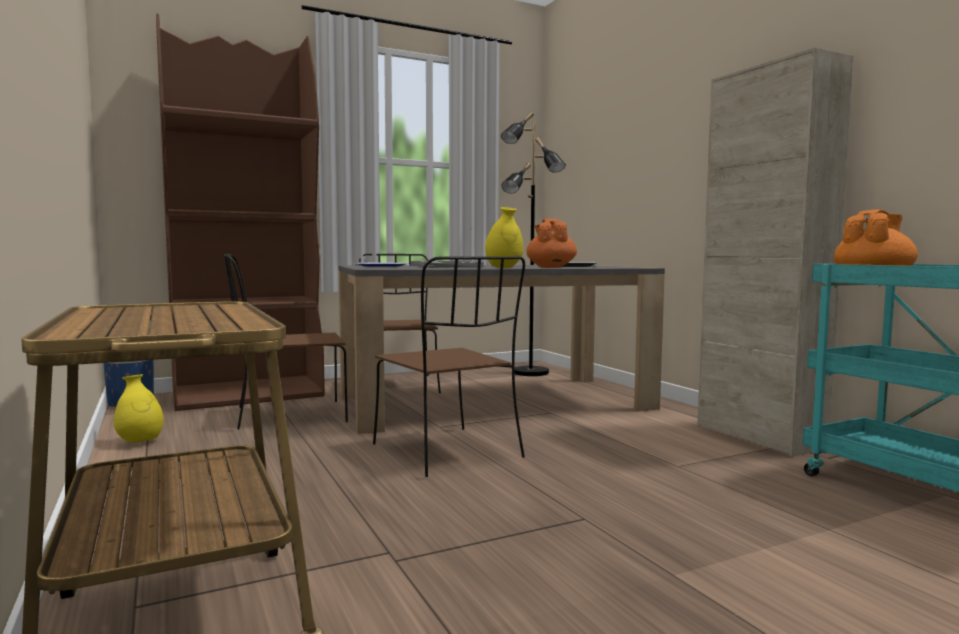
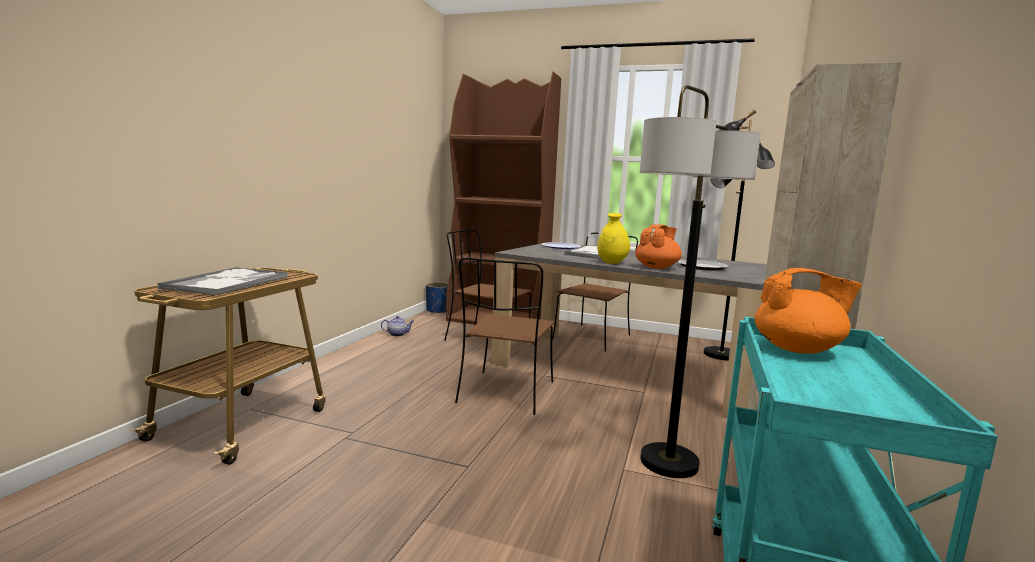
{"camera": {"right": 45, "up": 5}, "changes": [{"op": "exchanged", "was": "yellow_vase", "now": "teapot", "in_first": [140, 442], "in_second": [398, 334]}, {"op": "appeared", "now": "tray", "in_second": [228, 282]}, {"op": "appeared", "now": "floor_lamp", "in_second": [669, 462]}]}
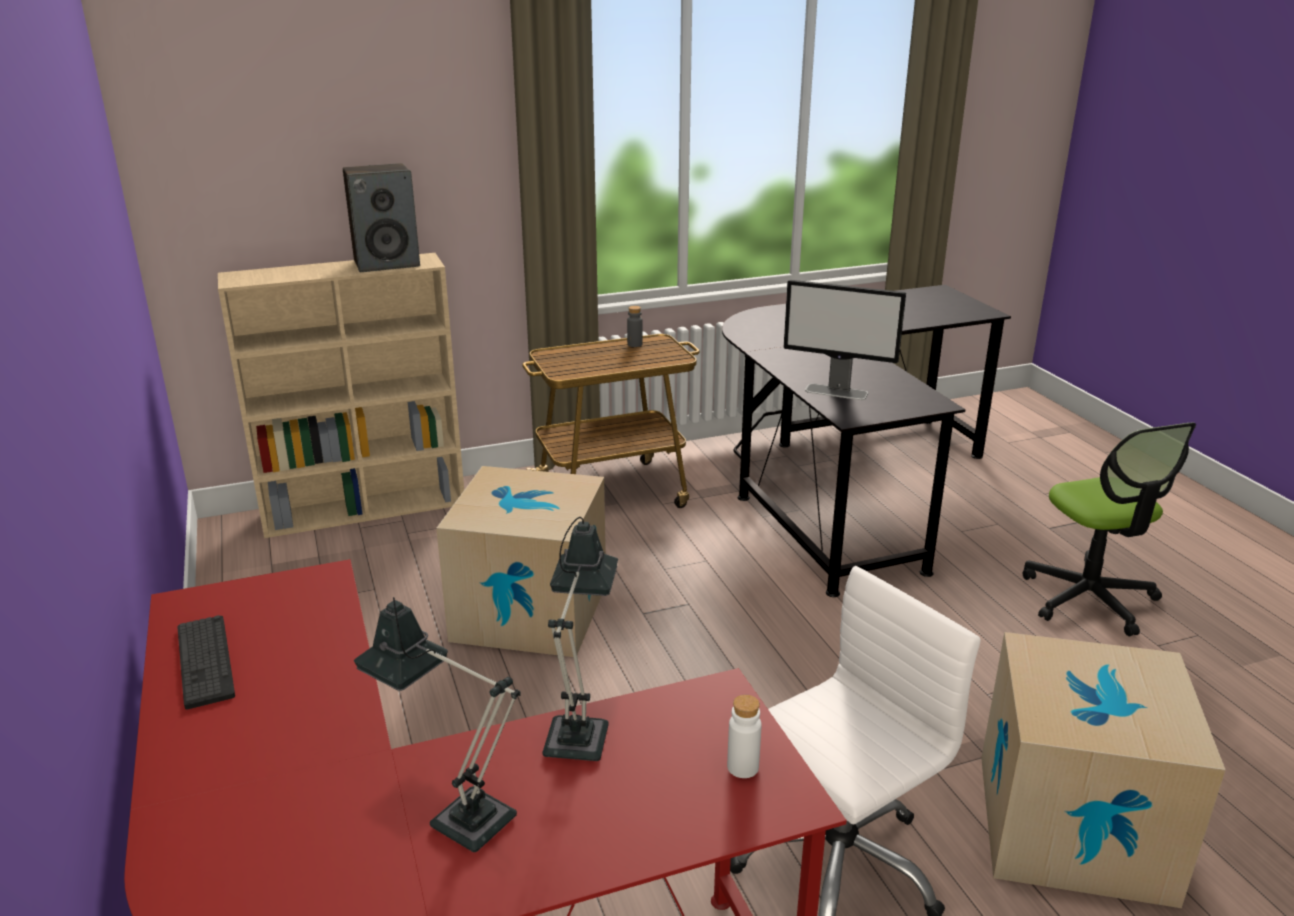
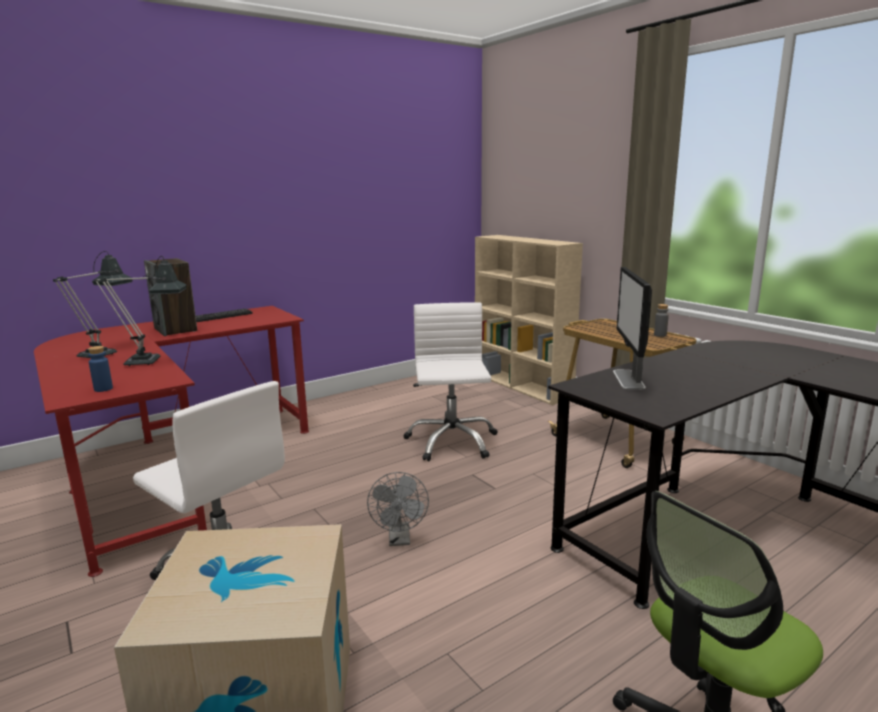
{"camera": {"right": 75, "up": -10}, "changes": [{"op": "relocated", "was": "speaker", "in_first": [387, 263], "in_second": [176, 329]}, {"op": "exchanged", "was": "cardboard_box", "now": "white_office_chair", "in_first": [530, 612], "in_second": [451, 442]}, {"op": "colour", "was": "white_bottle", "now": "blue_bottle", "in_first": [742, 767], "in_second": [103, 389]}, {"op": "appeared", "now": "grey_fan", "in_second": [400, 539]}]}
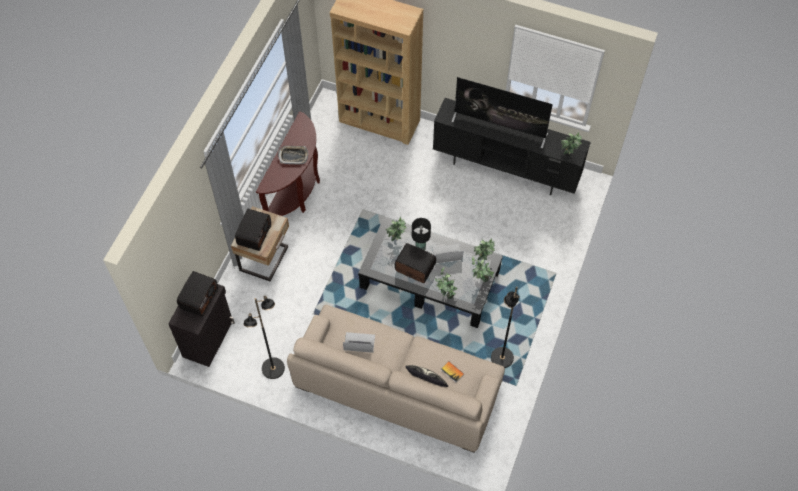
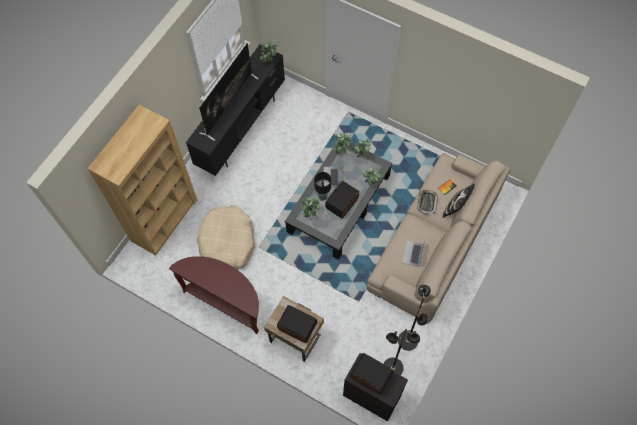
{"camera": {"right": -80, "up": 5}, "changes": [{"op": "relocated", "was": "tray", "in_first": [293, 156], "in_second": [426, 203]}, {"op": "relocated", "was": "black_floor_lamp", "in_first": [501, 357], "in_second": [392, 368]}, {"op": "appeared", "now": "beige_dog_bed", "in_second": [227, 242]}]}
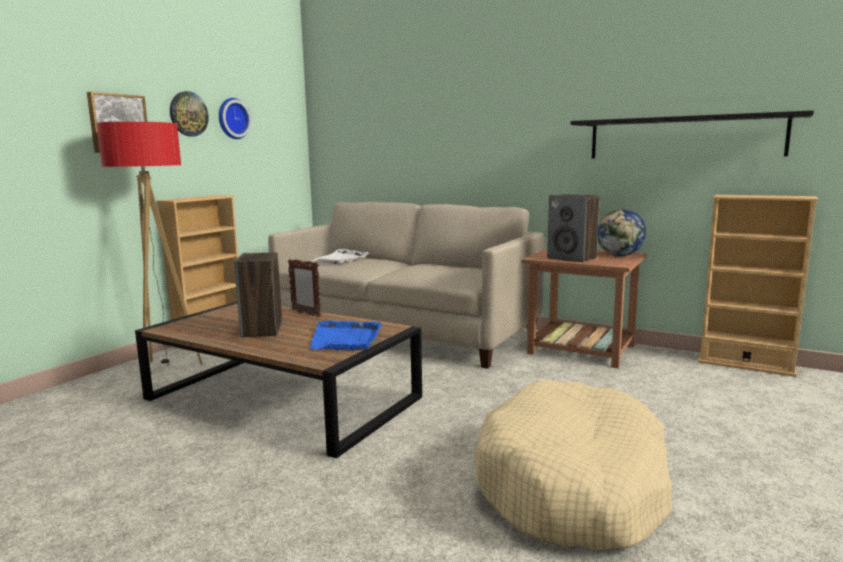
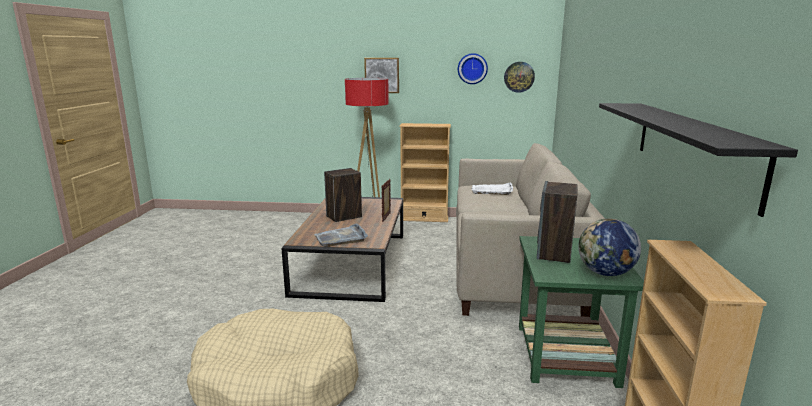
{"camera": {"right": 65, "up": 5}, "changes": [{"op": "relocated", "was": "wall_clock", "in_first": [188, 114], "in_second": [519, 77]}, {"op": "colour", "was": "blue_tray", "now": "grey_tray", "in_first": [345, 339], "in_second": [341, 238]}, {"op": "colour", "was": "brown_side_table", "now": "green_side_table", "in_first": [582, 349], "in_second": [566, 355]}]}
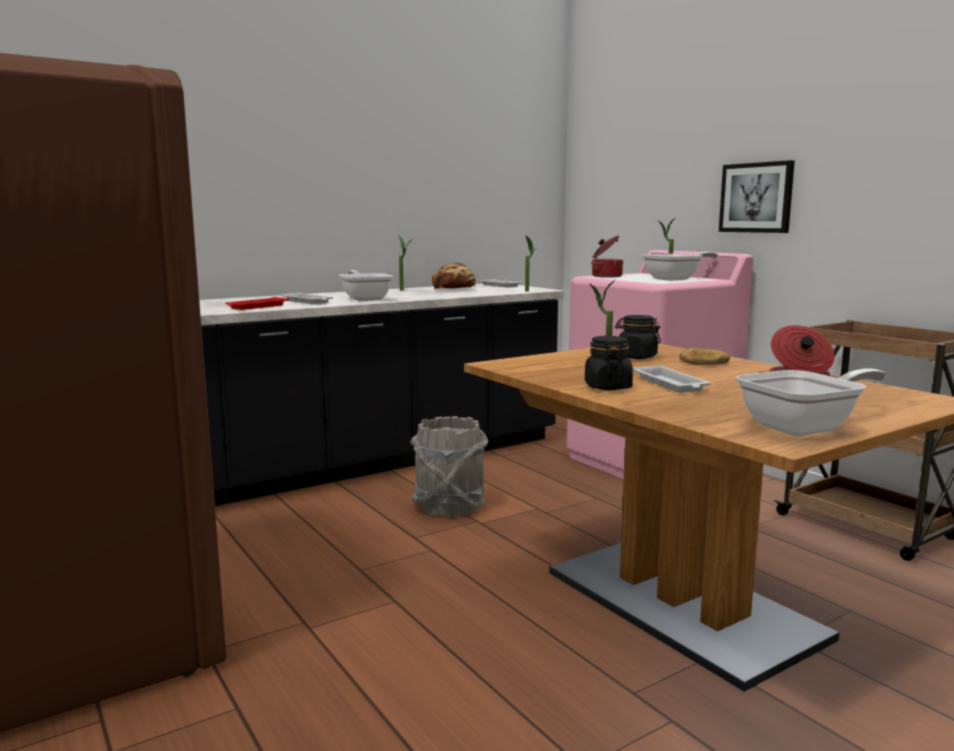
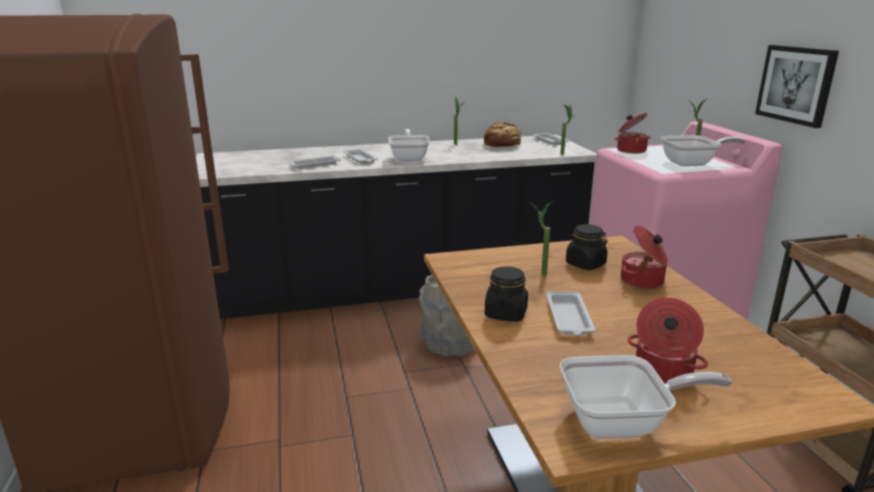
{"camera": {"right": 20, "up": 10}, "changes": [{"op": "colour", "was": "red_tray", "now": "white_tray", "in_first": [256, 307], "in_second": [314, 165]}, {"op": "exchanged", "was": "bread", "now": "cooking_pot", "in_first": [704, 361], "in_second": [643, 281]}]}
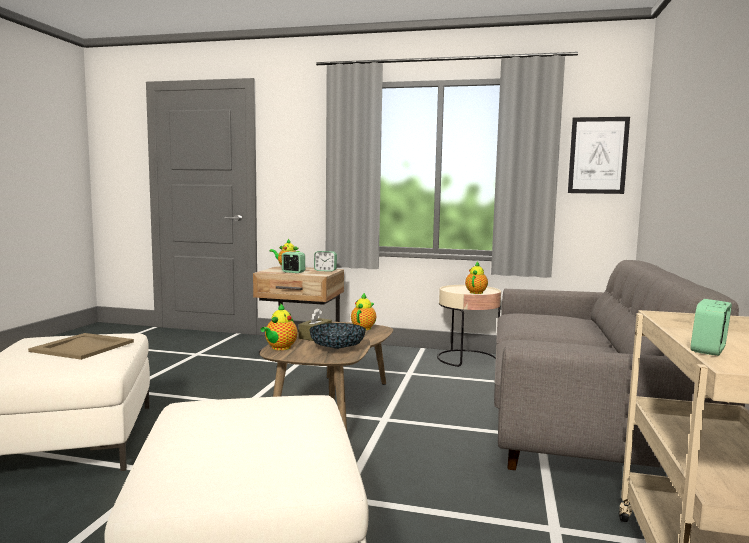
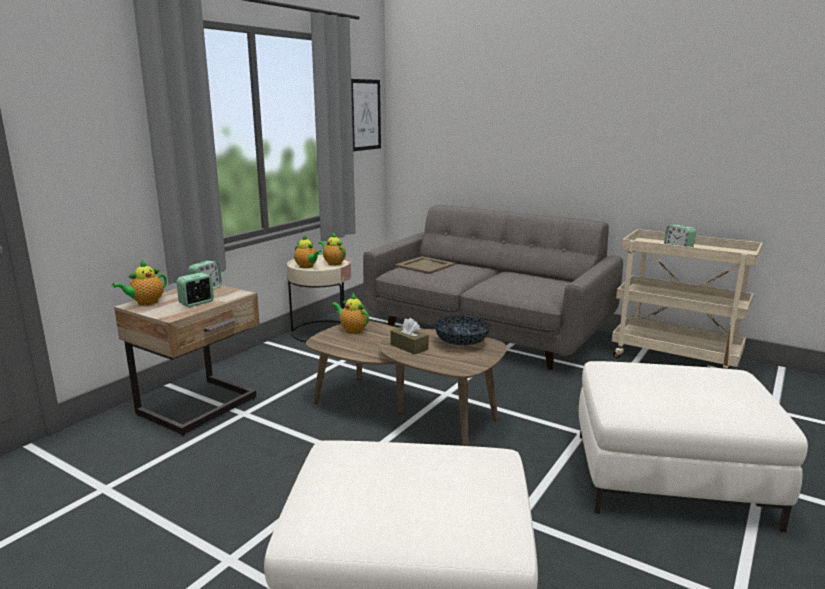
{"camera": {"right": -70, "up": 10}, "changes": [{"op": "relocated", "was": "beige_tray", "in_first": [84, 346], "in_second": [425, 265]}, {"op": "relocated", "was": "teapot", "in_first": [279, 348], "in_second": [307, 266]}]}
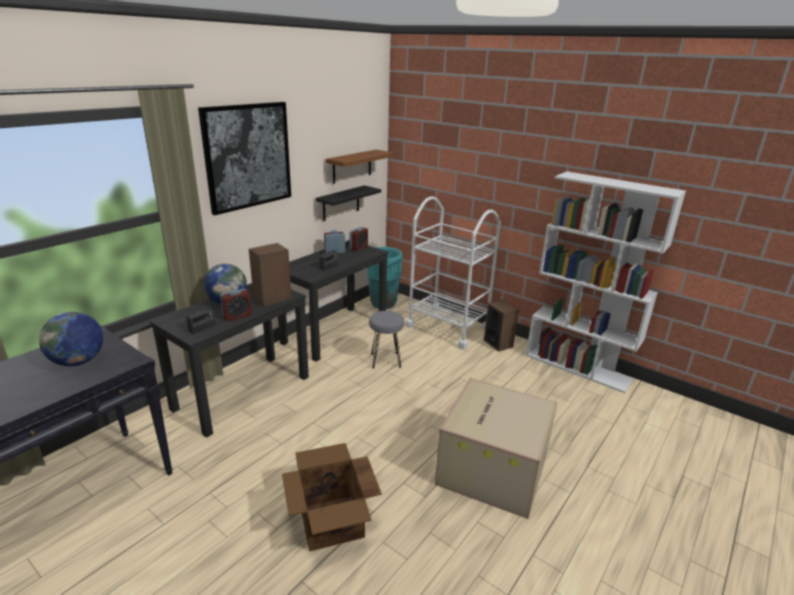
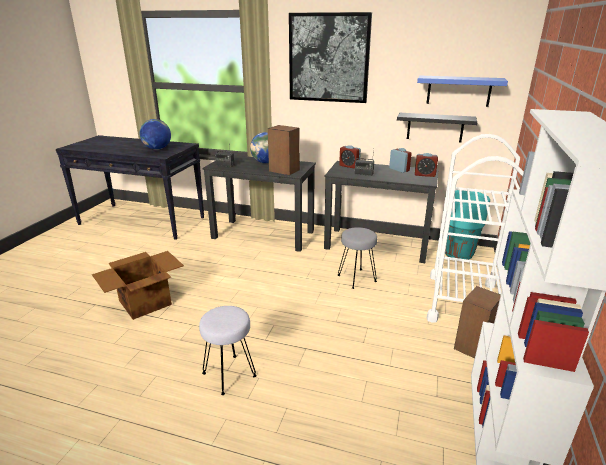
{"camera": {"right": 70, "up": 0}, "changes": [{"op": "relocated", "was": "alarm_clock", "in_first": [237, 316], "in_second": [349, 166]}, {"op": "colour", "was": "brown_shelf", "now": "blue_shelf", "in_first": [352, 166], "in_second": [458, 91]}, {"op": "exchanged", "was": "cardboard_box", "now": "grey_stool", "in_first": [491, 467], "in_second": [230, 374]}]}
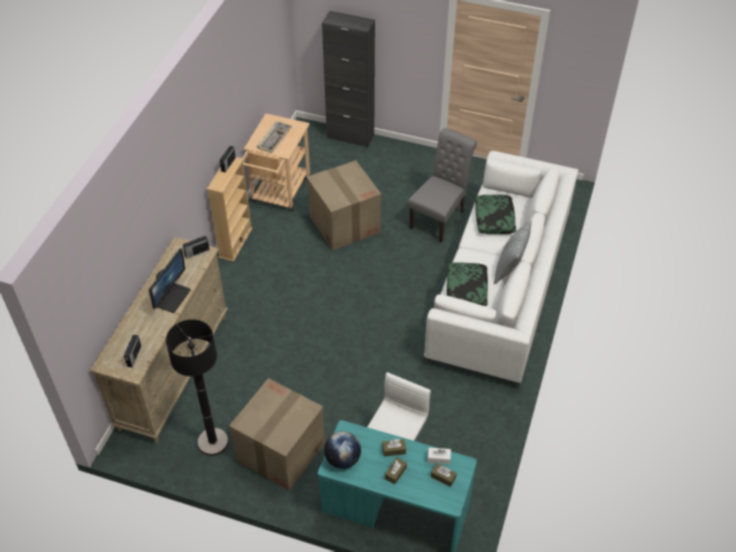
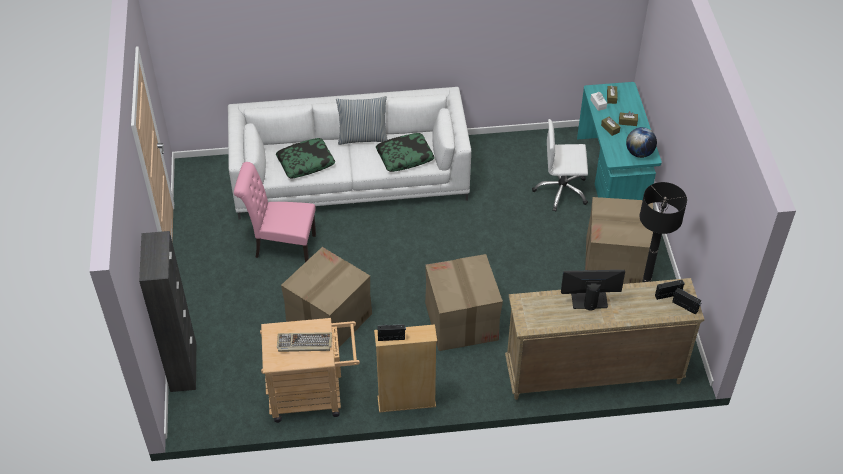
{"camera": {"right": -115, "up": 0}, "changes": [{"op": "relocated", "was": "radio", "in_first": [196, 252], "in_second": [685, 306]}, {"op": "colour", "was": "grey_chair", "now": "pink_chair", "in_first": [439, 217], "in_second": [281, 246]}, {"op": "appeared", "now": "cardboard_box", "in_second": [461, 321]}]}
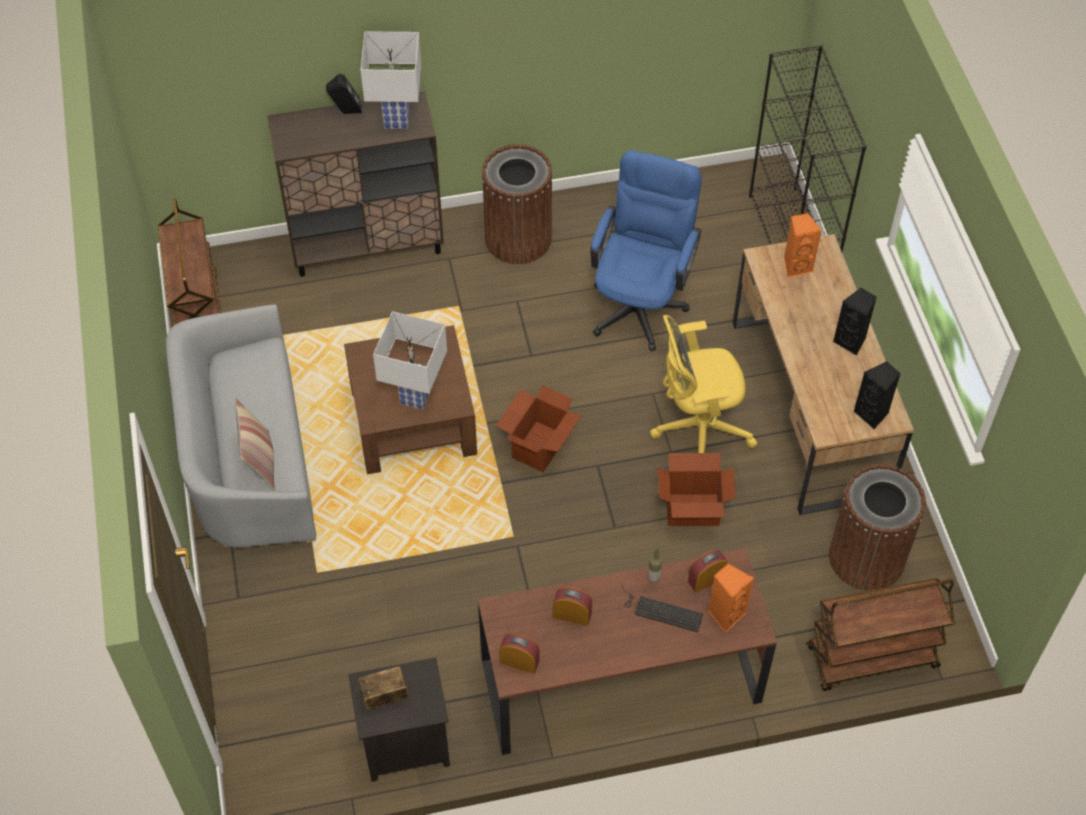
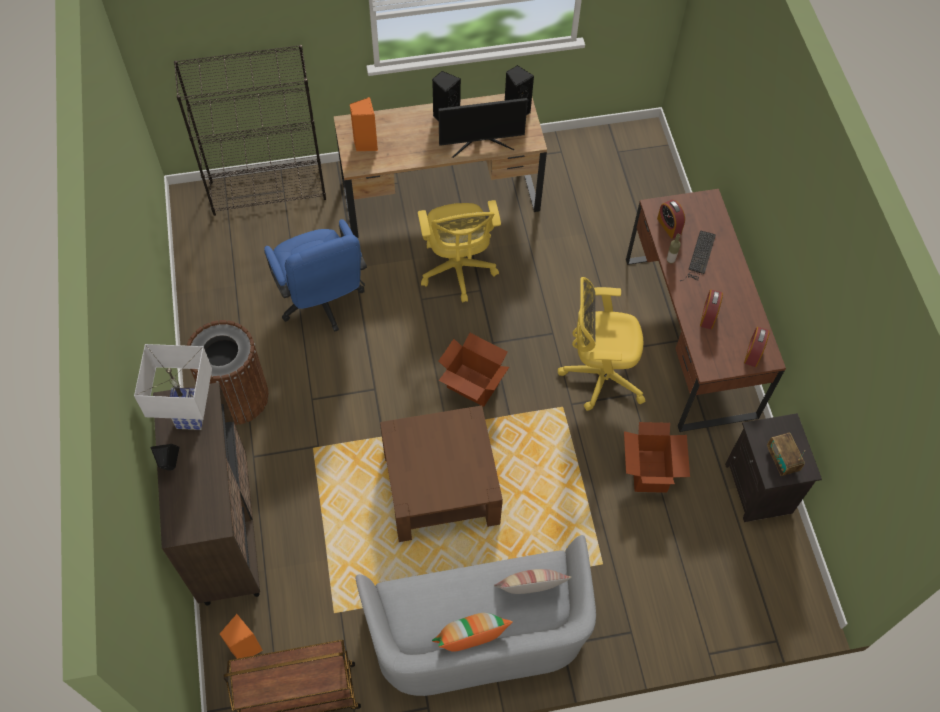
{"camera": {"right": -90, "up": 5}, "changes": [{"op": "missing", "was": "white_table_lamp", "in_first": [416, 396]}, {"op": "spun", "was": "blue_office_chair", "in_first": [640, 301], "in_second": [322, 302], "clockwise": -135}, {"op": "relocated", "was": "cardboard_box", "in_first": [692, 510], "in_second": [650, 471]}, {"op": "relocated", "was": "orange_speaker", "in_first": [726, 614], "in_second": [245, 648]}, {"op": "missing", "was": "brown_cart", "in_first": [871, 658]}, {"op": "missing", "was": "brown_trash_can", "in_first": [866, 558]}, {"op": "appeared", "now": "pillow", "in_second": [470, 640]}, {"op": "appeared", "now": "monitor", "in_second": [481, 143]}, {"op": "appeared", "now": "yellow_office_chair", "in_second": [599, 375]}]}
